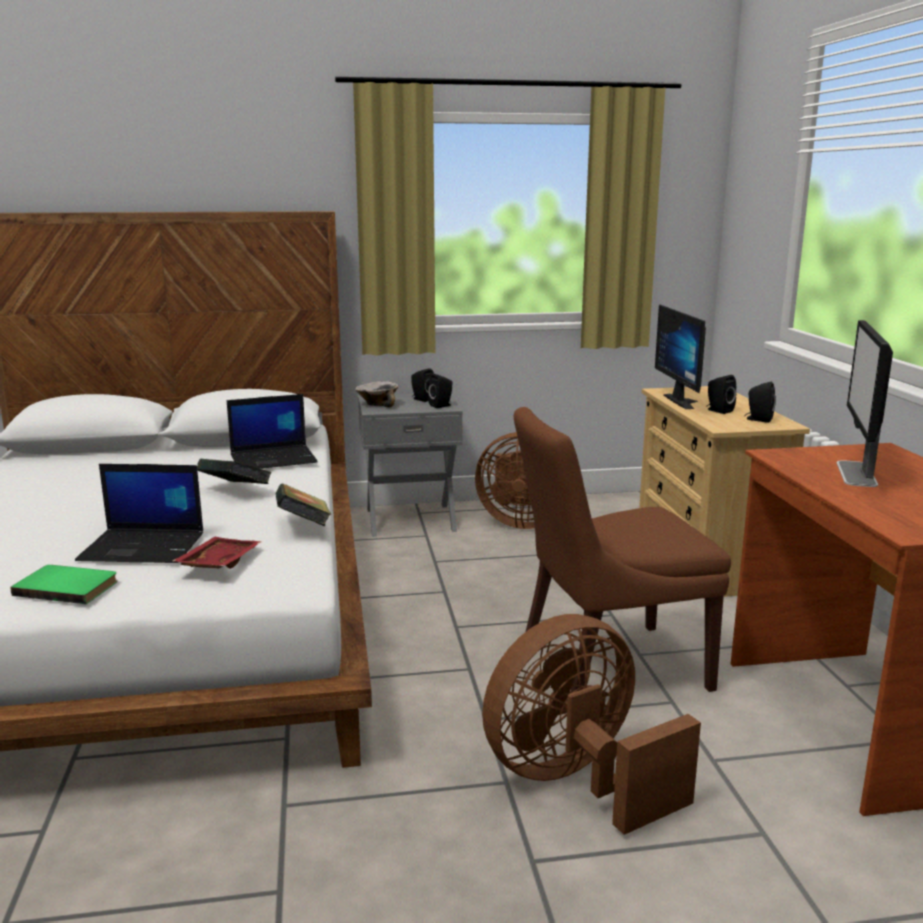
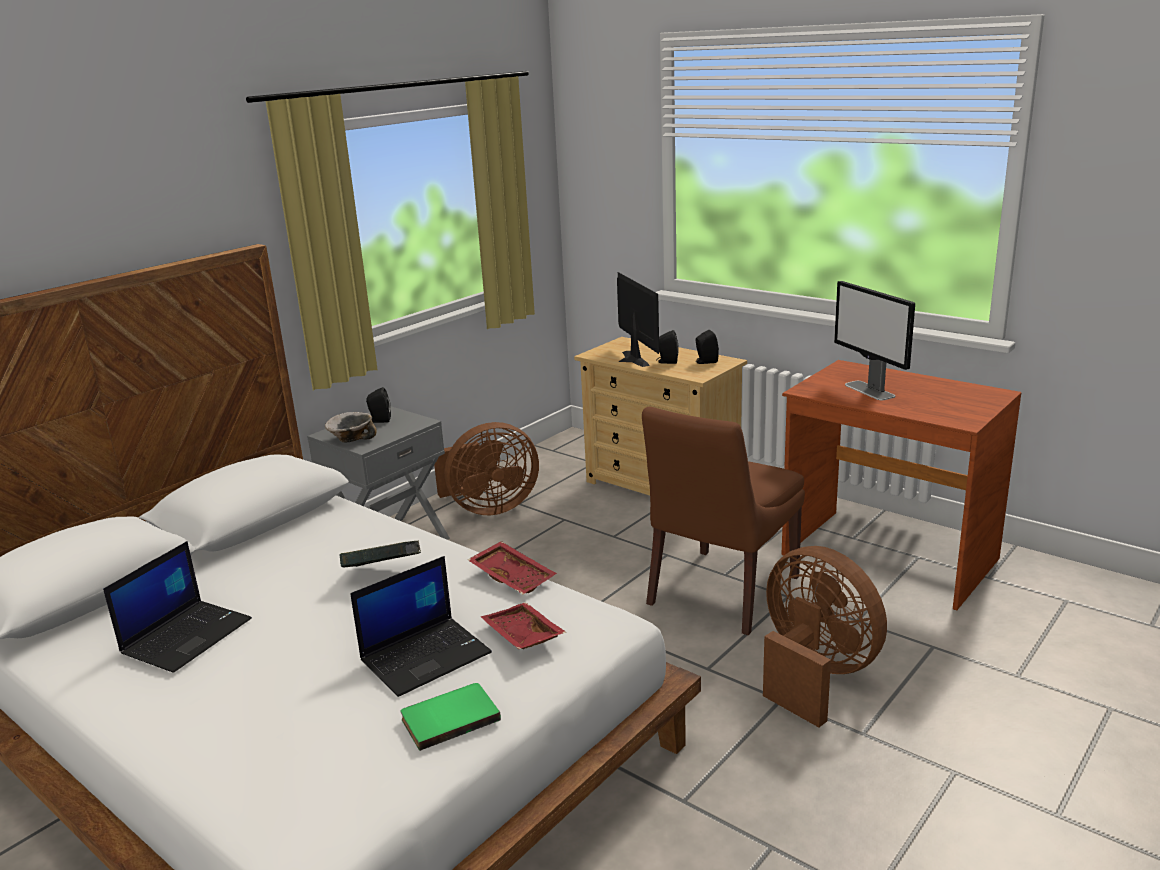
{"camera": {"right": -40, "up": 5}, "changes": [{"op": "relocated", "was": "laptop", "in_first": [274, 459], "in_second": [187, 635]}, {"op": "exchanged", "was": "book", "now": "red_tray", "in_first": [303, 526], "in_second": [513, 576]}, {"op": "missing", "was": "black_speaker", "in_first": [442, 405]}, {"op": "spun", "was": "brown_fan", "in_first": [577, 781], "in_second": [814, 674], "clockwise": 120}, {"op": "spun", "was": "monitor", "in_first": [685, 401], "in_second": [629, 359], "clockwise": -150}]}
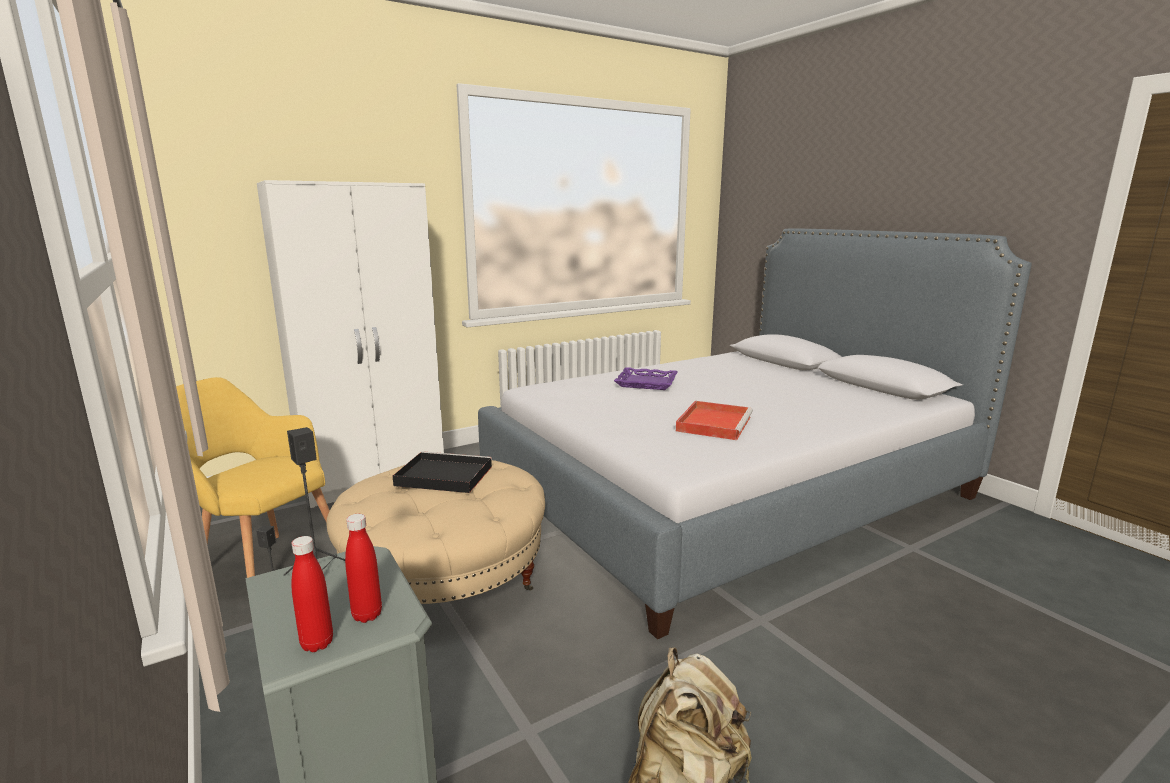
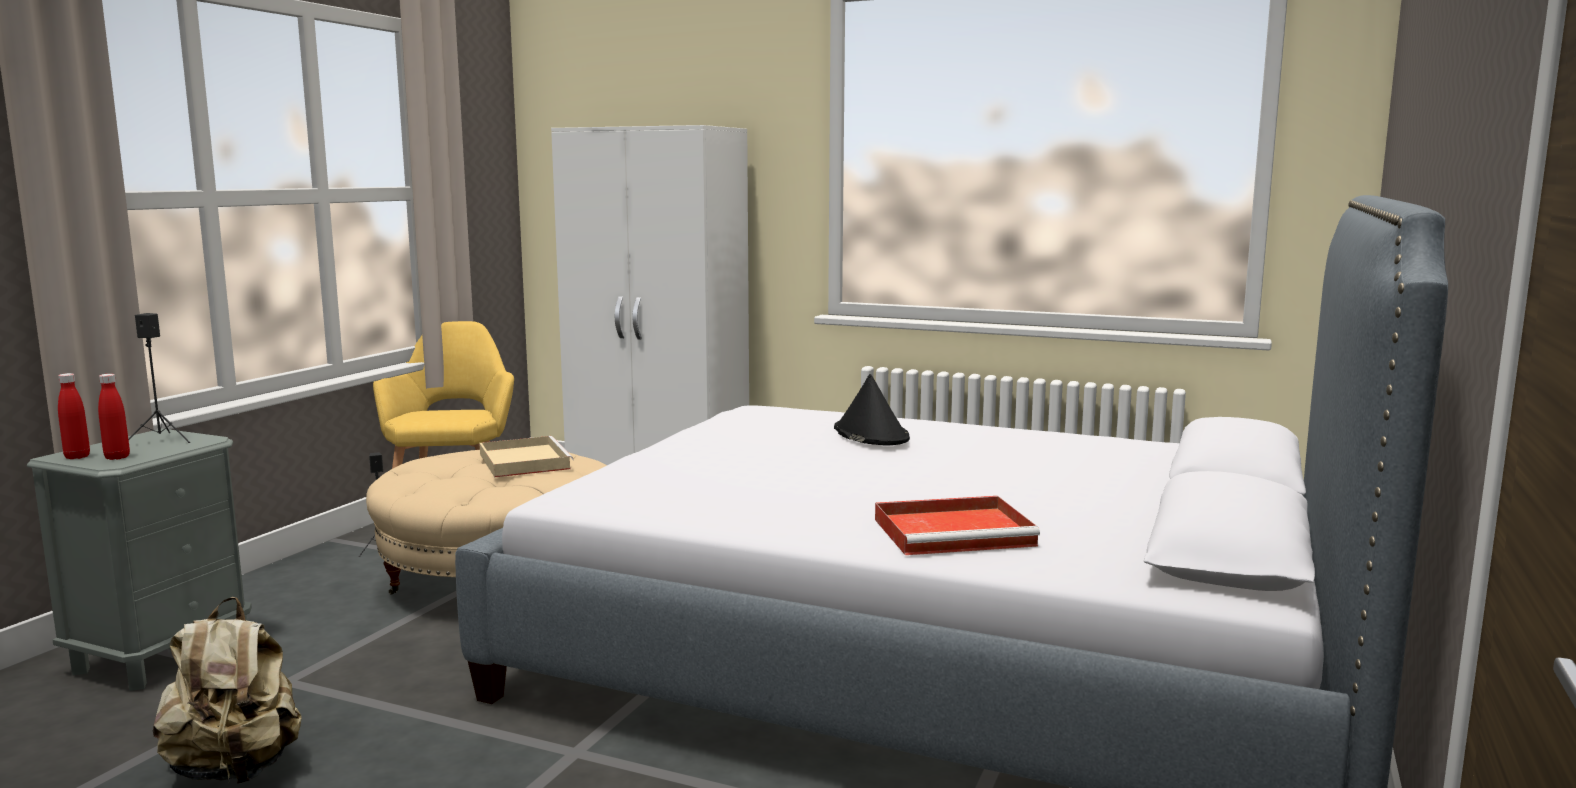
{"camera": {"right": 55, "up": -5}, "changes": [{"op": "colour", "was": "black_tray", "now": "beige_tray", "in_first": [442, 476], "in_second": [523, 461]}, {"op": "exchanged", "was": "purple_tray", "now": "black_hat", "in_first": [646, 383], "in_second": [870, 434]}, {"op": "relocated", "was": "red_tray", "in_first": [714, 423], "in_second": [956, 532]}]}
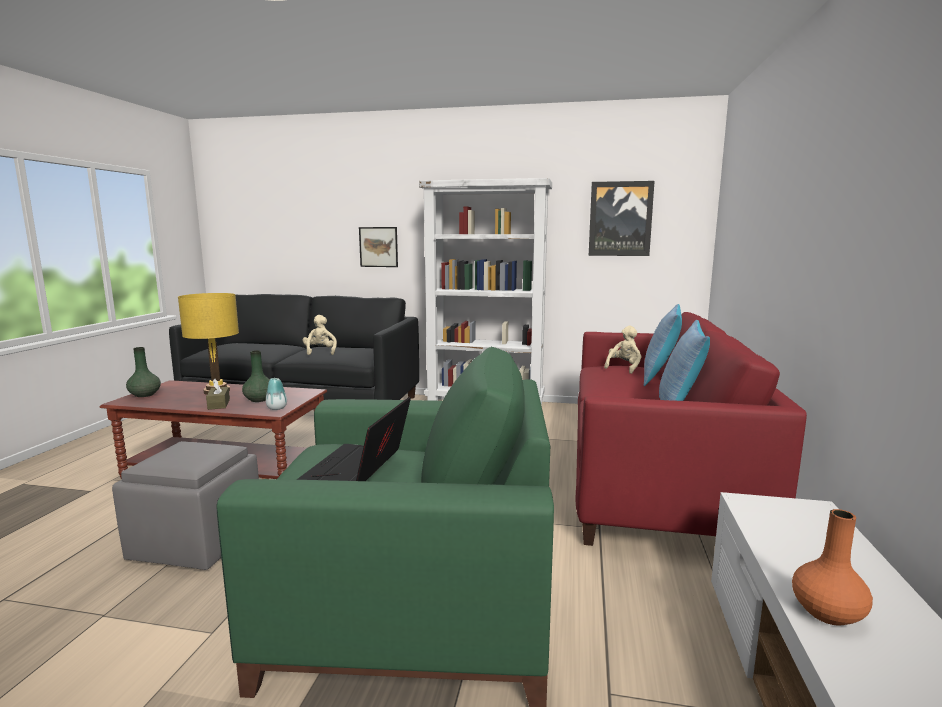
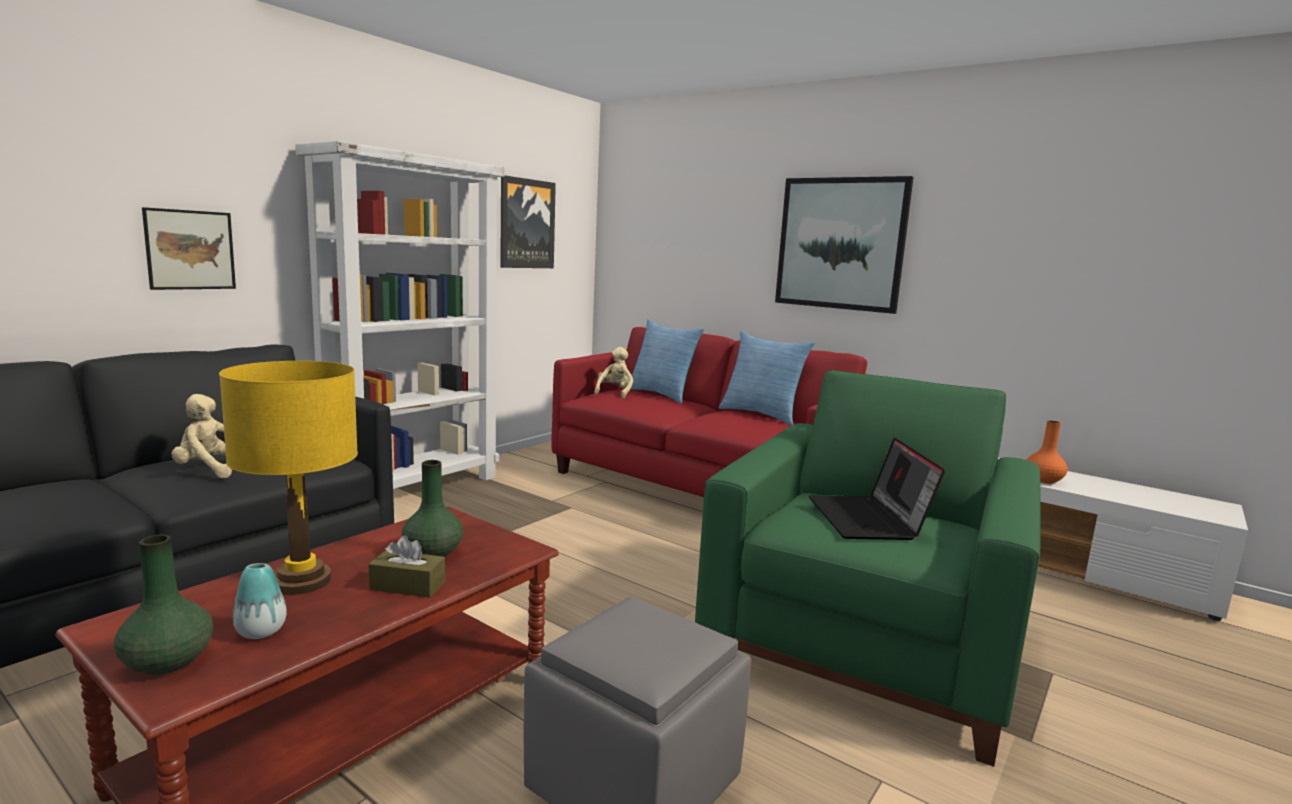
{"camera": {"right": -65, "up": 0}, "changes": [{"op": "relocated", "was": "vase", "in_first": [277, 408], "in_second": [261, 631]}, {"op": "spun", "was": "laptop", "in_first": [357, 469], "in_second": [869, 520], "clockwise": 45}, {"op": "spun", "was": "beige_plush_toy", "in_first": [624, 368], "in_second": [615, 393], "clockwise": 45}, {"op": "appeared", "now": "picture", "in_second": [840, 244]}]}
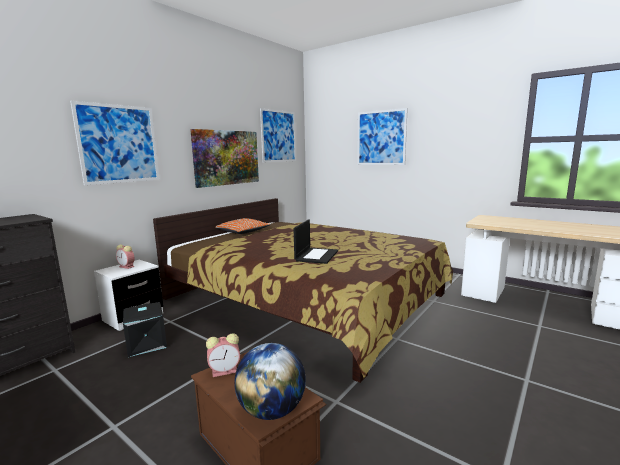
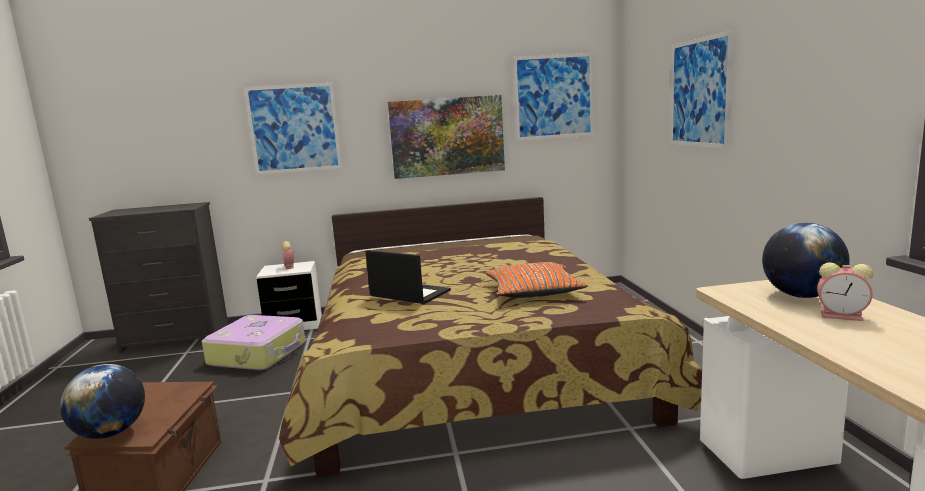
{"camera": {"right": 45, "up": 0}, "changes": [{"op": "exchanged", "was": "black_storage_box", "now": "suitcase", "in_first": [146, 344], "in_second": [259, 353]}, {"op": "relocated", "was": "alarm_clock", "in_first": [225, 370], "in_second": [843, 316]}, {"op": "relocated", "was": "orange_pillow", "in_first": [242, 231], "in_second": [533, 291]}, {"op": "spun", "was": "laptop", "in_first": [316, 255], "in_second": [409, 294], "clockwise": -120}, {"op": "appeared", "now": "globe", "in_second": [801, 296]}]}
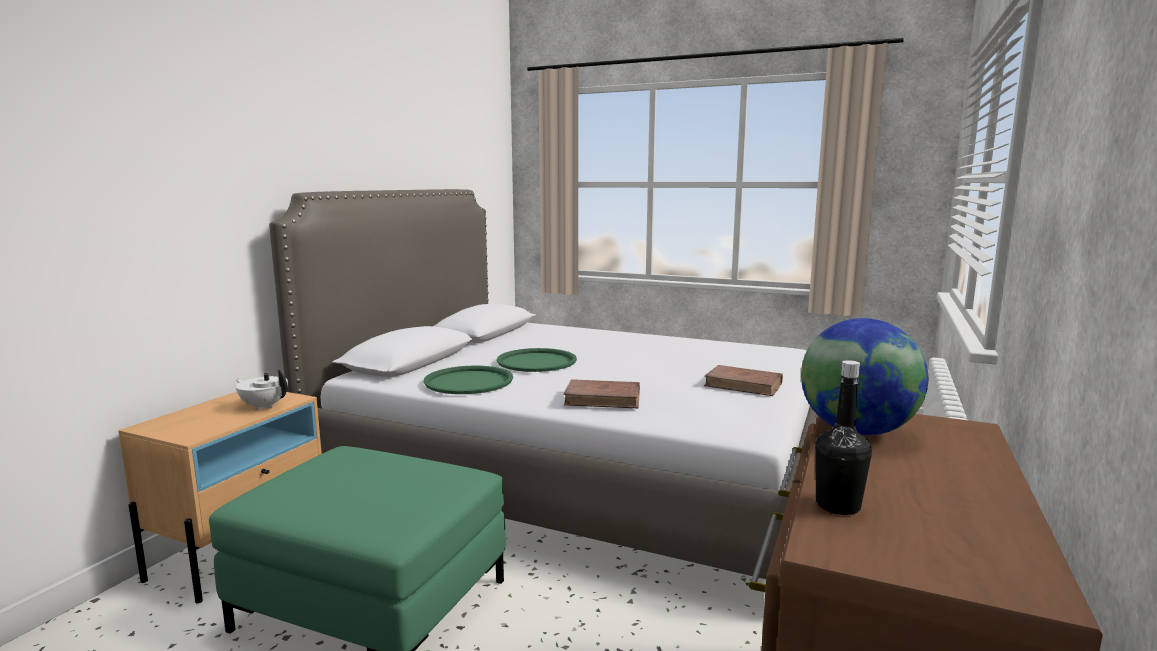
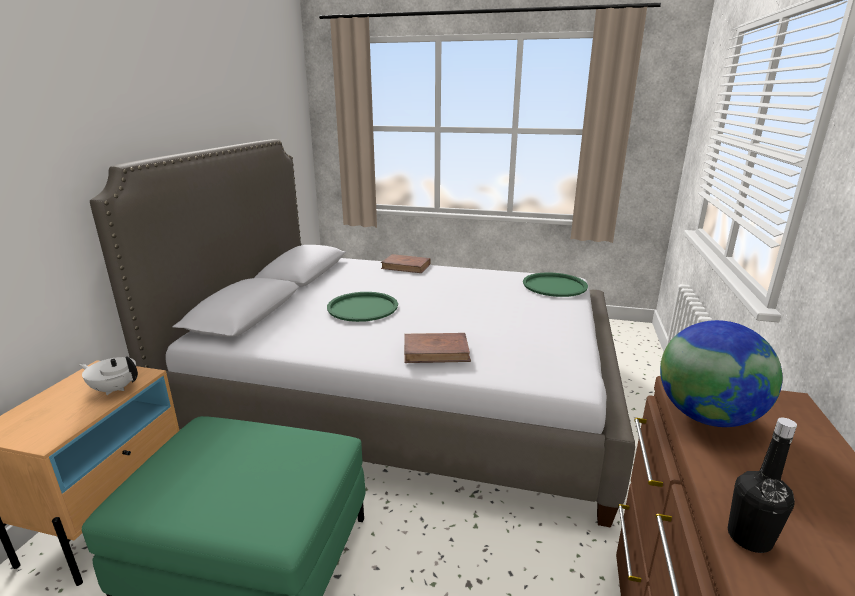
{"camera": {"right": -10, "up": 10}, "changes": [{"op": "relocated", "was": "green_tray", "in_first": [468, 381], "in_second": [554, 285]}, {"op": "relocated", "was": "brown_book", "in_first": [744, 385], "in_second": [406, 266]}]}
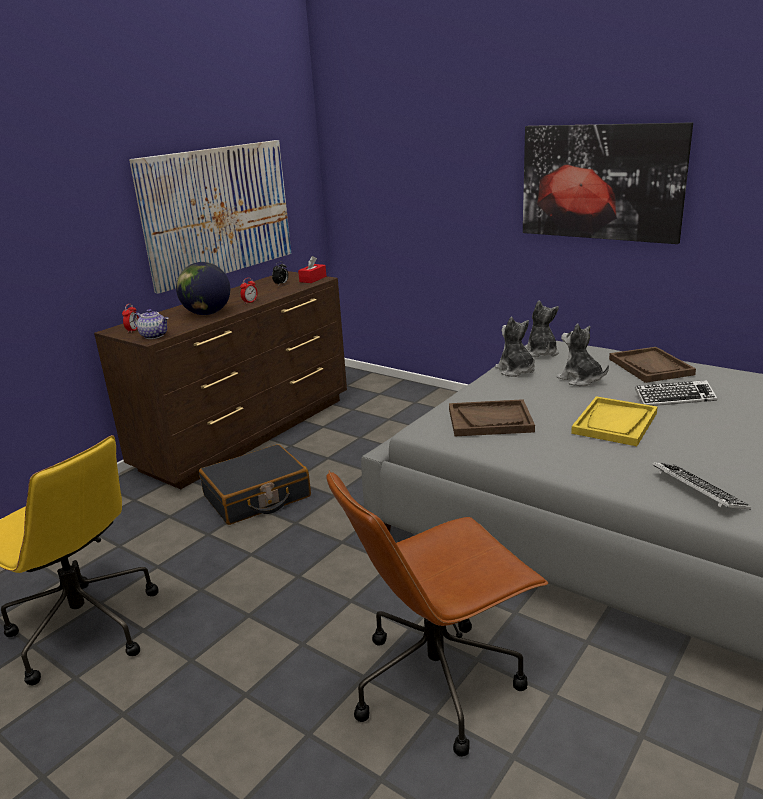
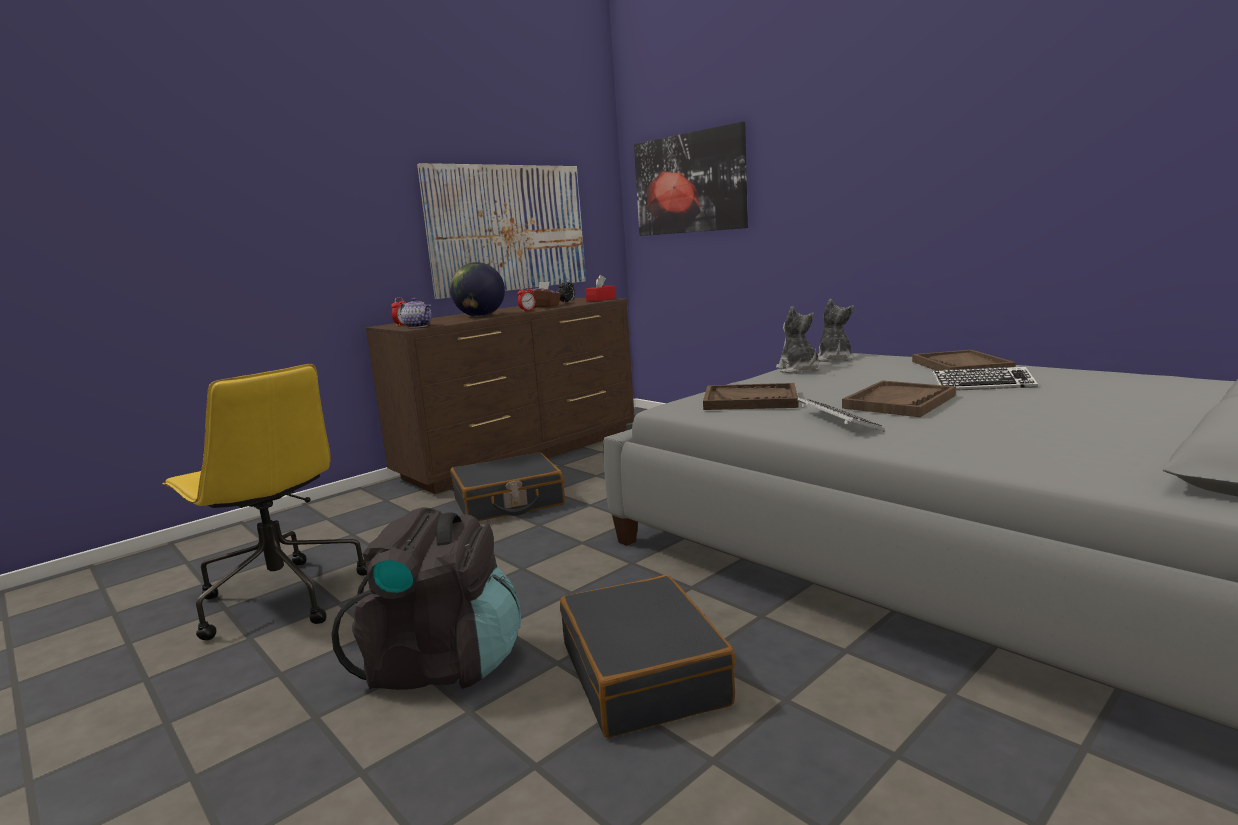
{"camera": {"right": 10, "up": -10}, "changes": [{"op": "exchanged", "was": "brown_office_chair", "now": "black_suitcase", "in_first": [438, 681], "in_second": [644, 674]}, {"op": "relocated", "was": "picture", "in_first": [601, 182], "in_second": [689, 183]}, {"op": "missing", "was": "plush_toy", "in_first": [580, 379]}, {"op": "colour", "was": "yellow_tray", "now": "brown_tray", "in_first": [615, 423], "in_second": [899, 402]}, {"op": "relocated", "was": "keyboard", "in_first": [697, 491], "in_second": [837, 421]}, {"op": "appeared", "now": "black_backpack", "in_second": [442, 664]}, {"op": "appeared", "now": "brown_tissue_box", "in_second": [544, 306]}]}
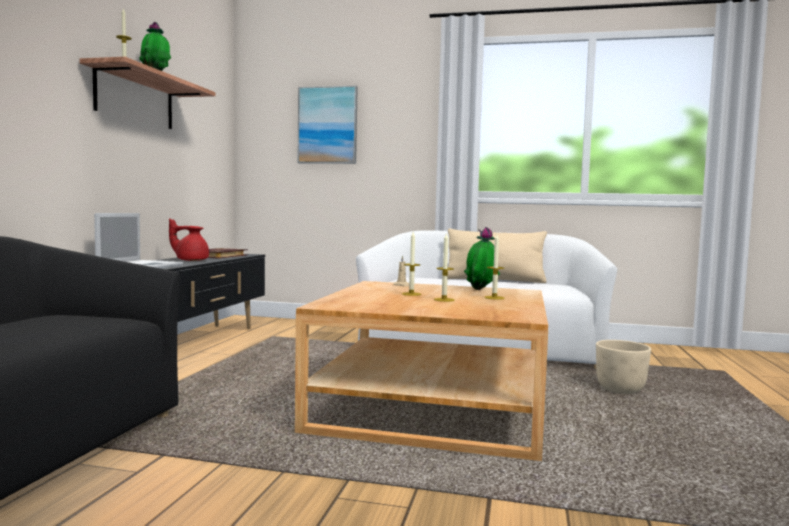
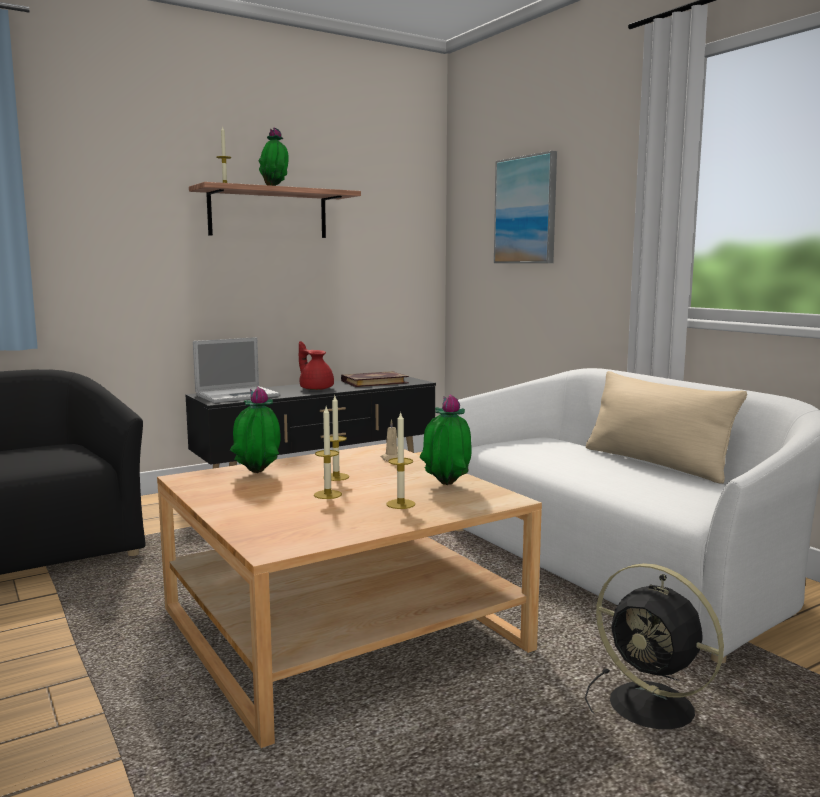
{"camera": {"right": 45, "up": 5}, "changes": [{"op": "exchanged", "was": "beige_planter", "now": "black_fan", "in_first": [620, 390], "in_second": [655, 709]}, {"op": "appeared", "now": "potted_plant", "in_second": [257, 474]}]}
